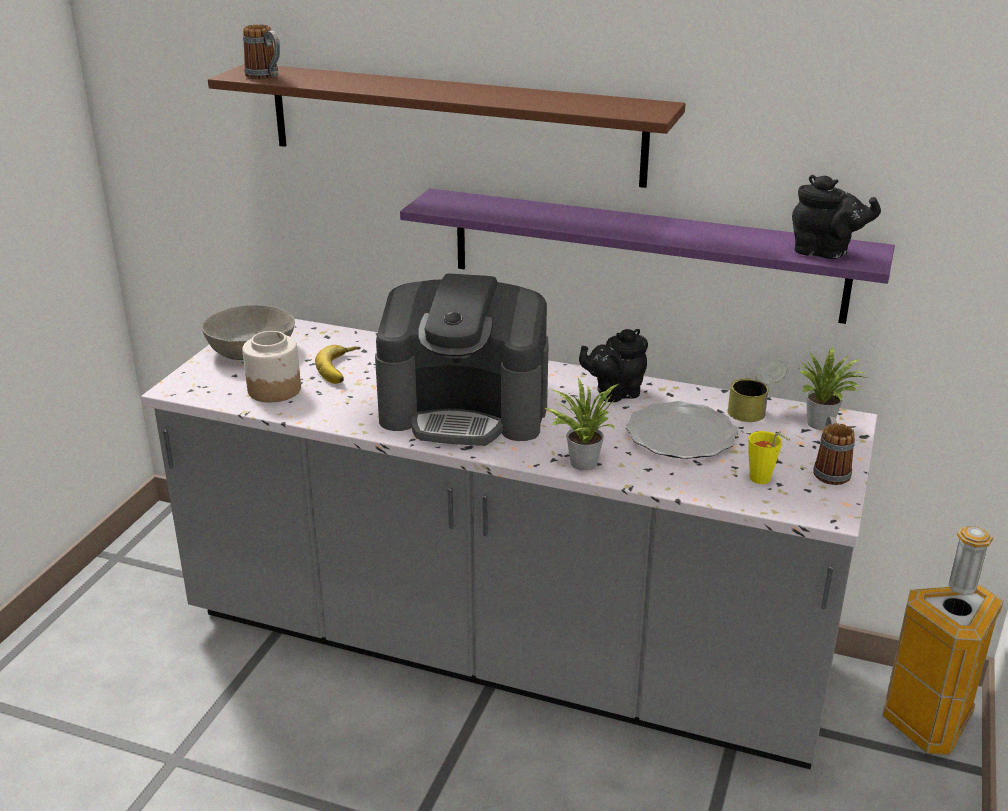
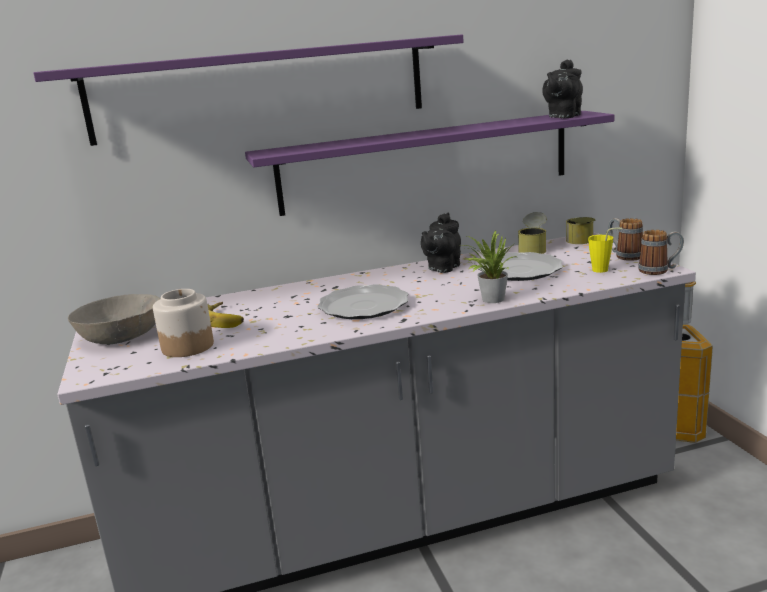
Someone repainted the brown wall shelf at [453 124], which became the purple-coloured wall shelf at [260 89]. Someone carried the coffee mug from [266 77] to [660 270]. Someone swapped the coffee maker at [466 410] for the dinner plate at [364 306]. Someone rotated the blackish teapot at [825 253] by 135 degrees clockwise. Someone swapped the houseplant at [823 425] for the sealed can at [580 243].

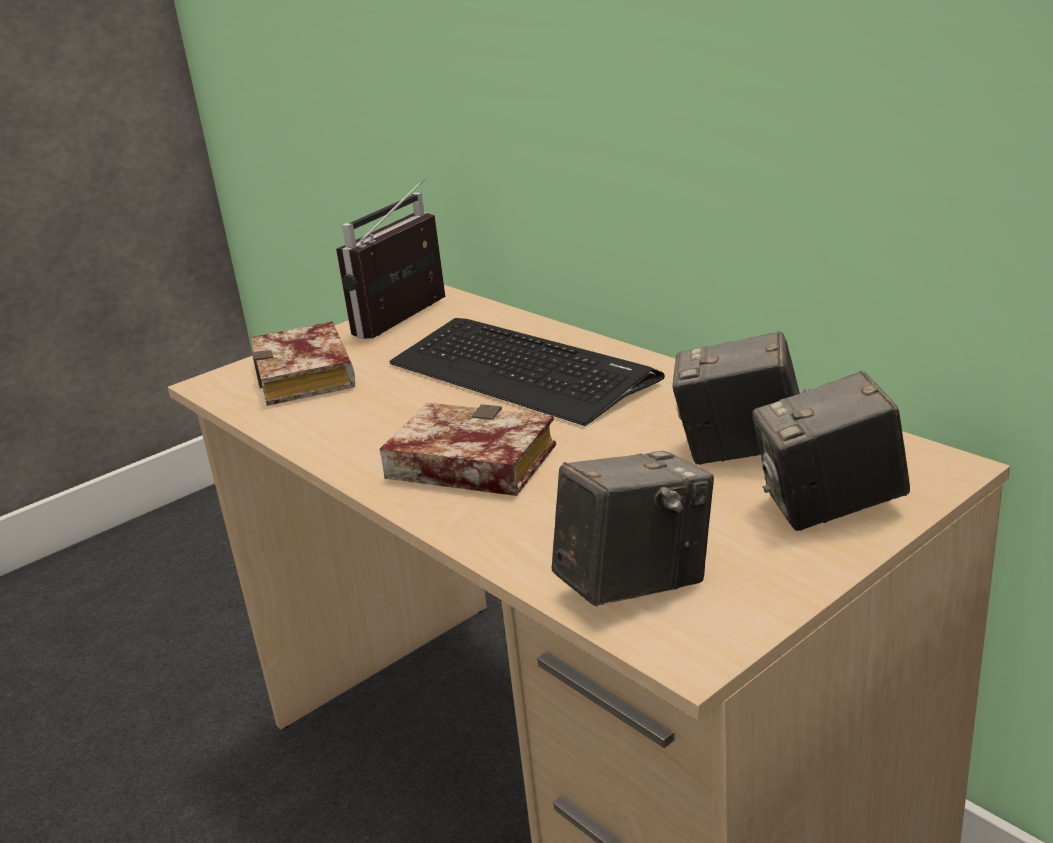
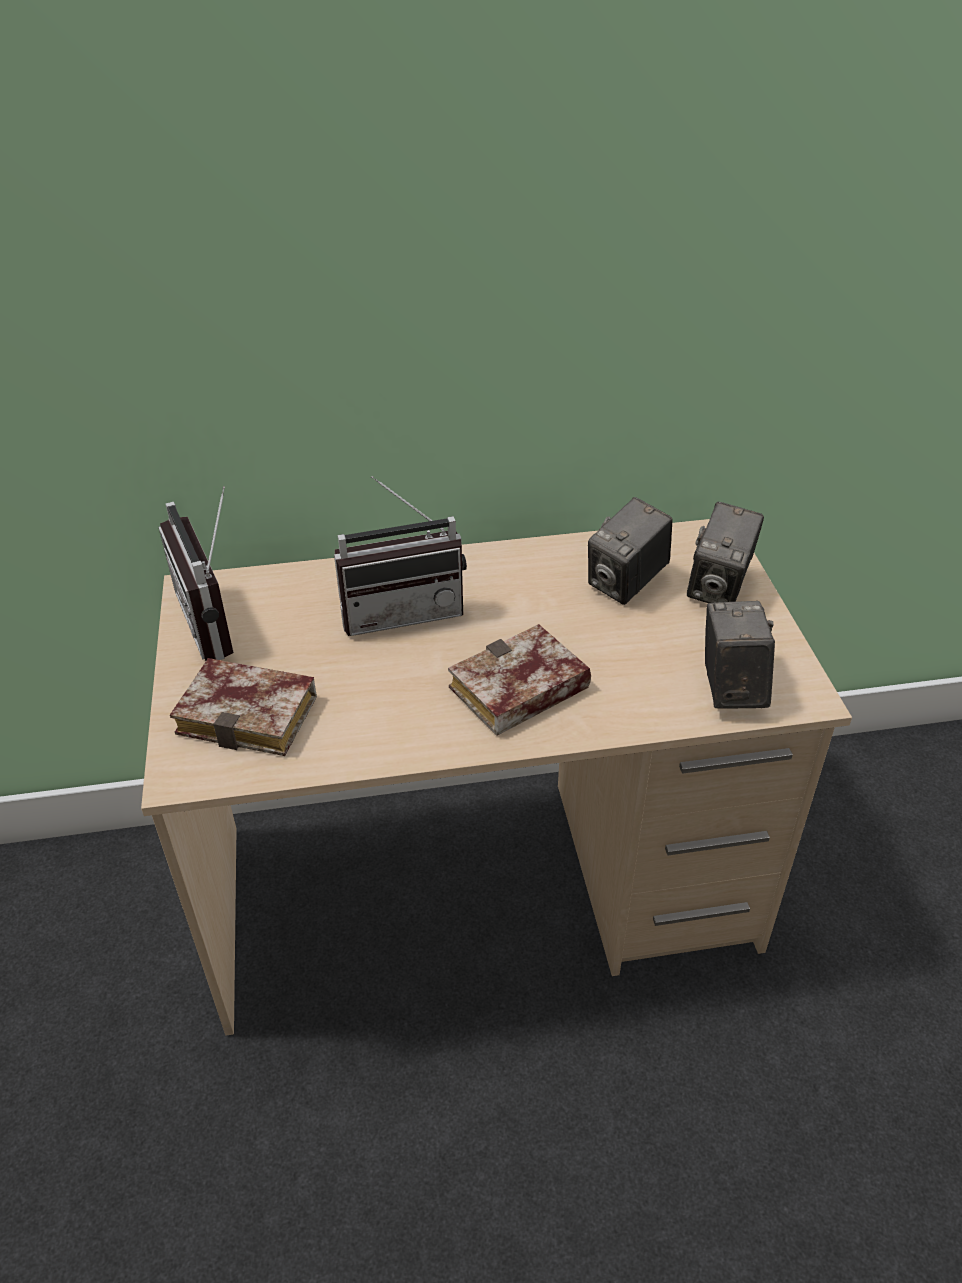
Someone swapped the computer keyboard at [521 372] for the radio set at [402 610].

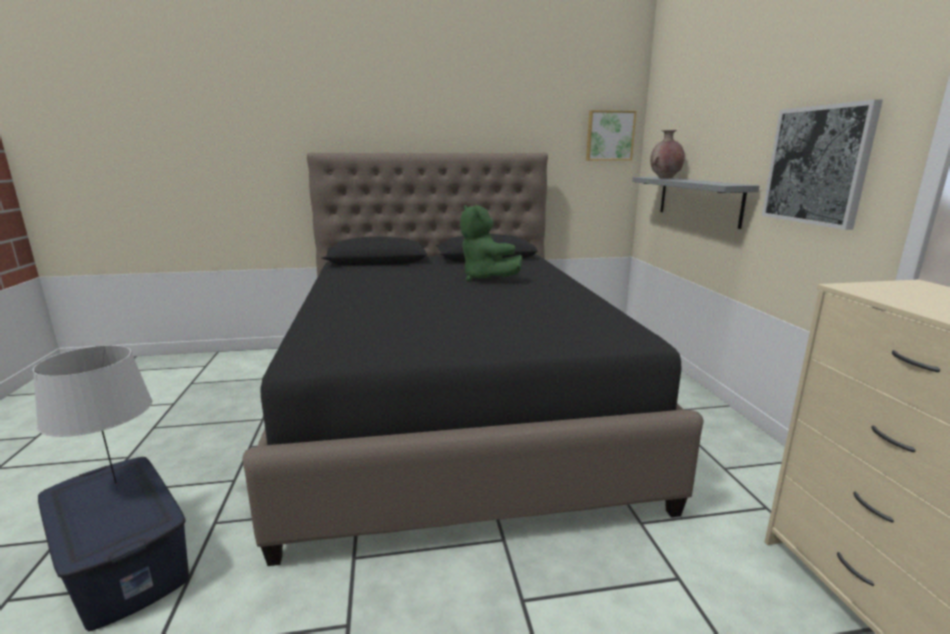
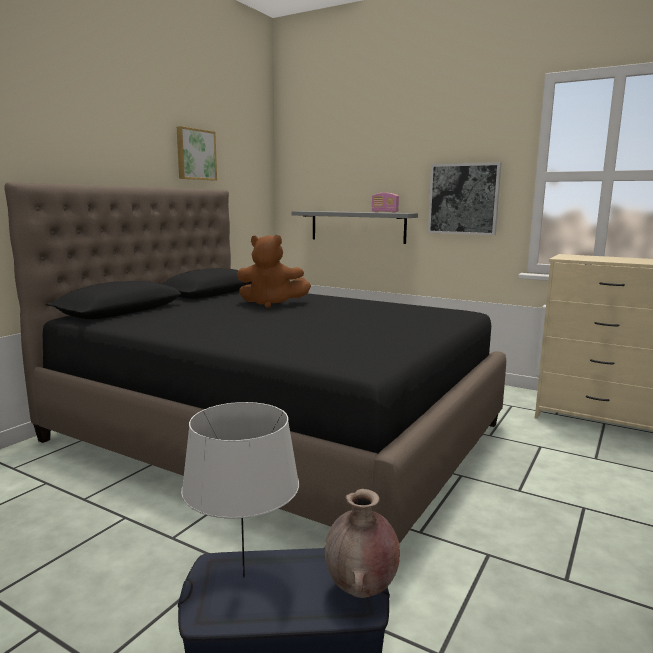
Someone repainted the green-coloured plush toy at [485 278], which became the brown plush toy at [271 304]. Someone carried the wall picture from [609 136] to [195 154]. Someone carried the brown flower vase from [665 178] to [361 590]. Someone put down the radio set at [384 212].

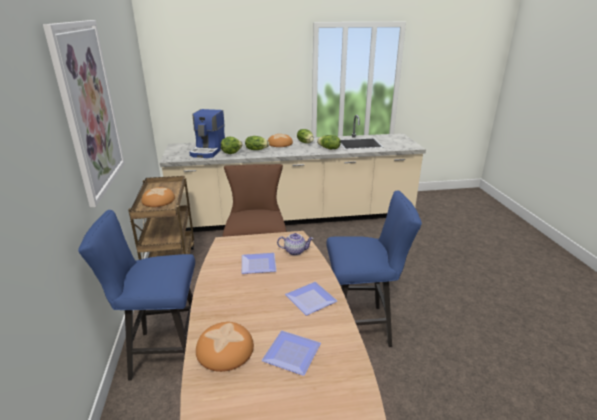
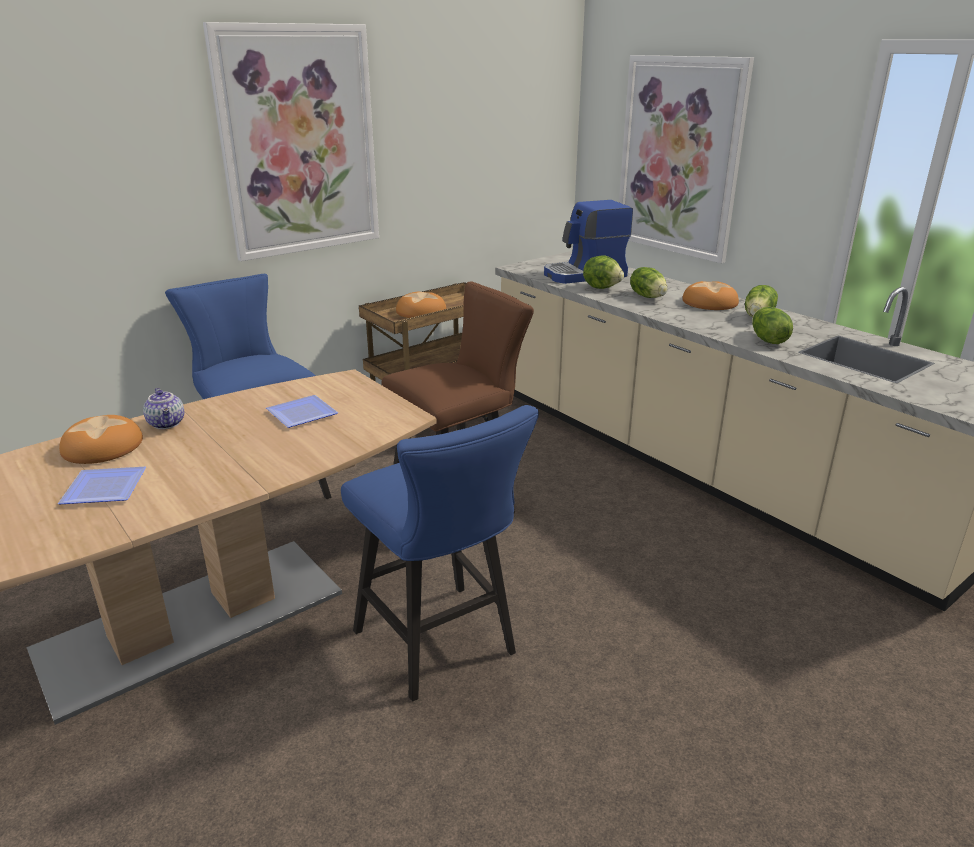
Someone carried the teapot from [295 251] to [167 423]. Someone took away the dinner plate at [311 298]. Someone put up the wall picture at [679 157].

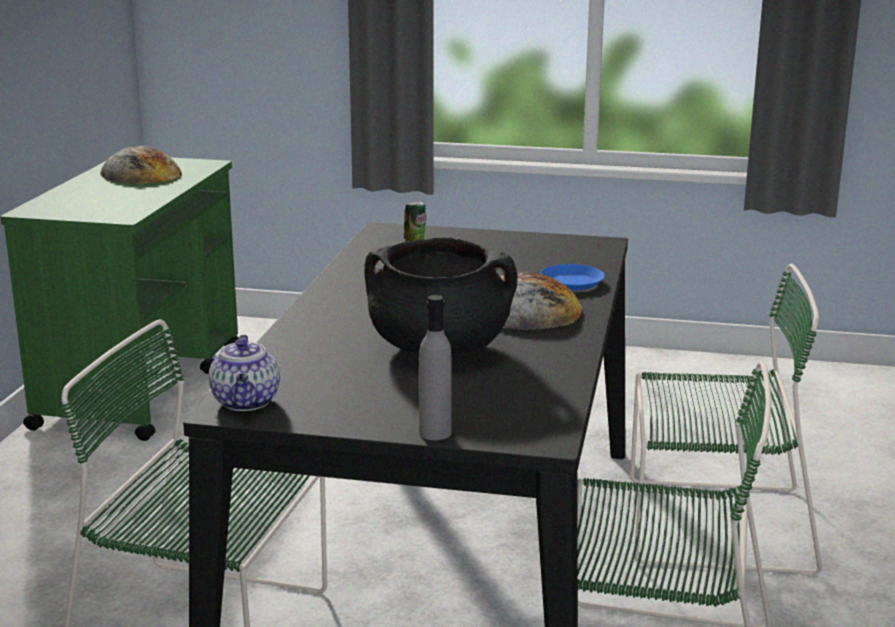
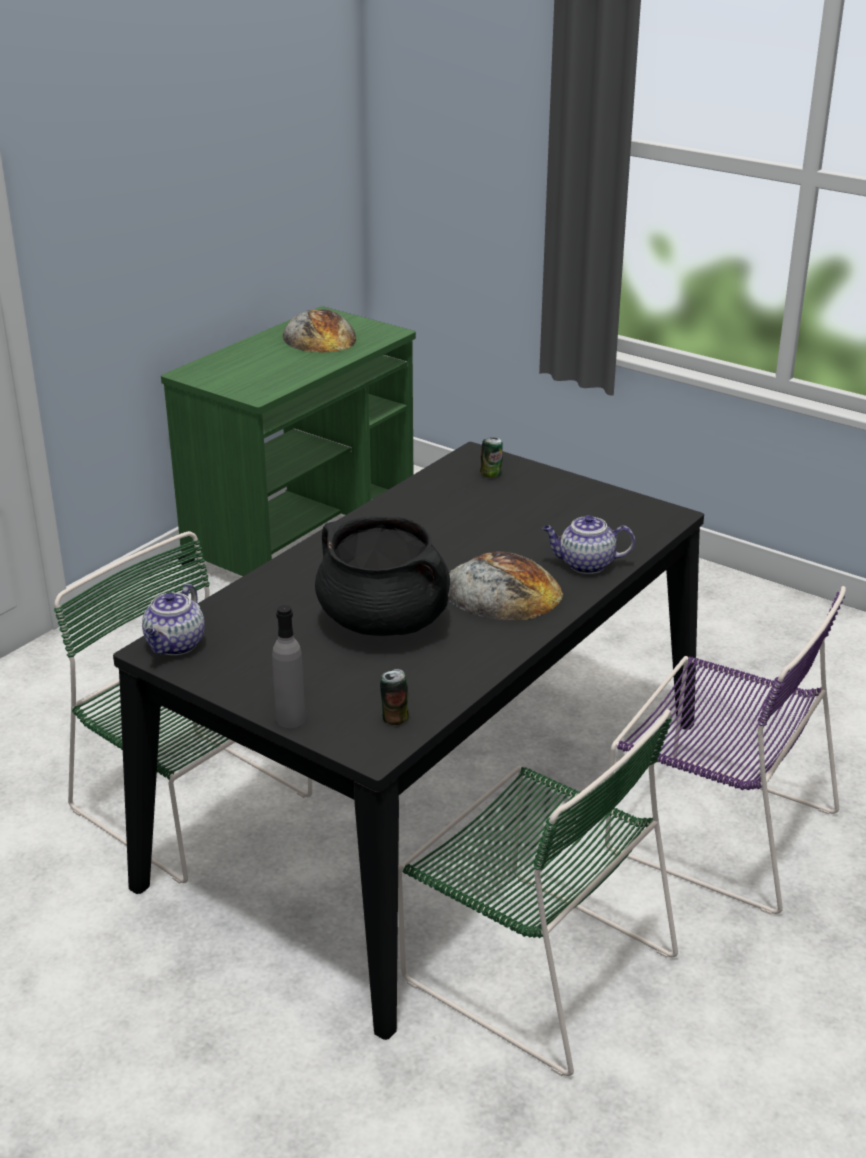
Someone swapped the blue-coloured dinner plate at [572 282] for the teapot at [585 565]. Someone repainted the green-coloured upright chair at [710 525], which became the purple-coloured upright chair at [714 828]. Someone put down the sealed can at [395 717].

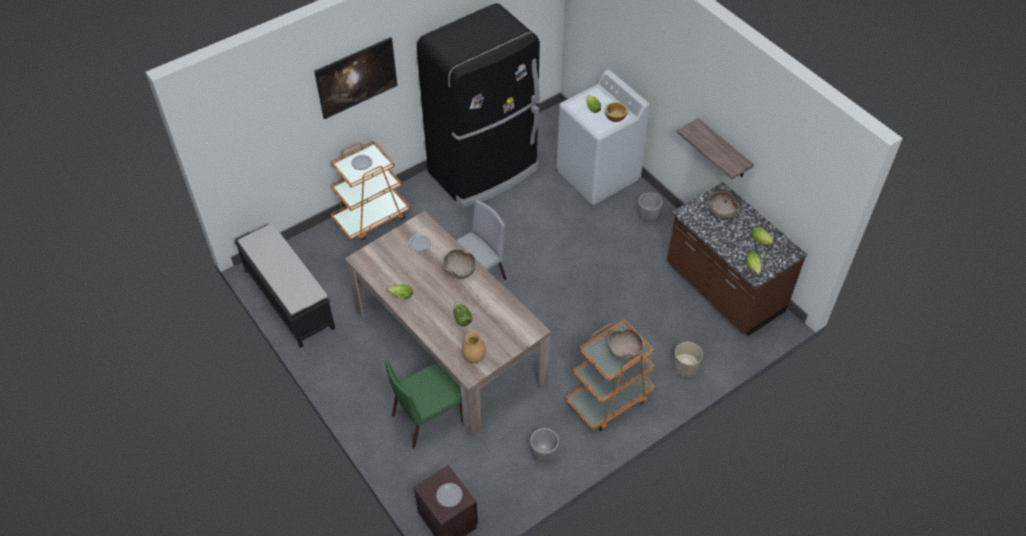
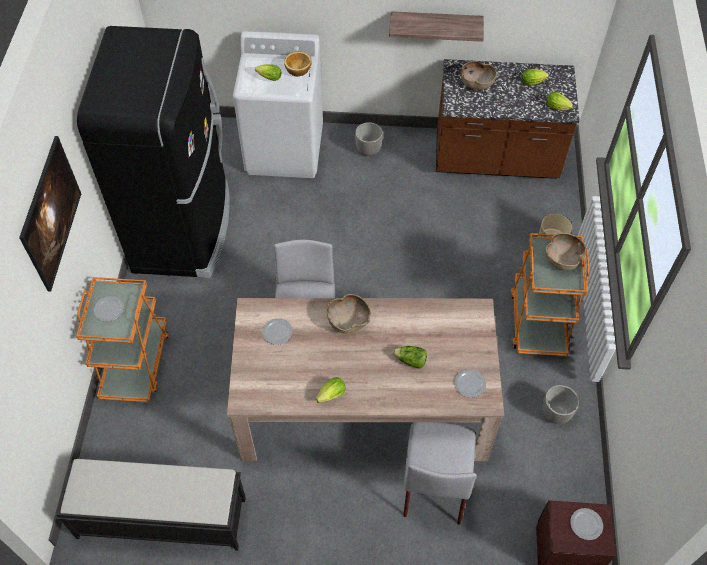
Someone repainted the green-coloured upright chair at [429 417], which became the greyish upright chair at [435 484]. Someone swapped the brown flower vase at [474 358] for the dinner plate at [470 384].

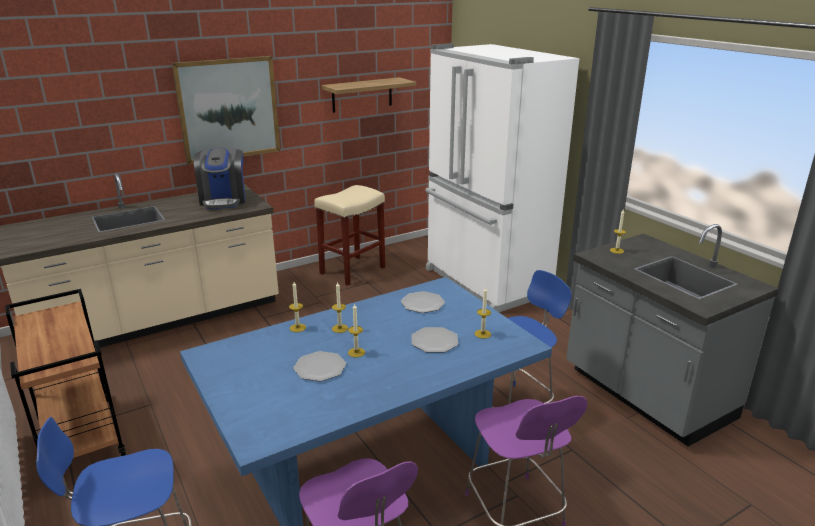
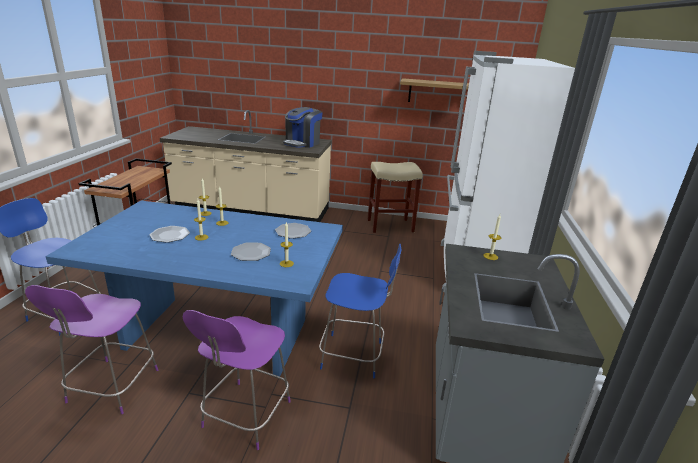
Someone took away the wall picture at [228 109].

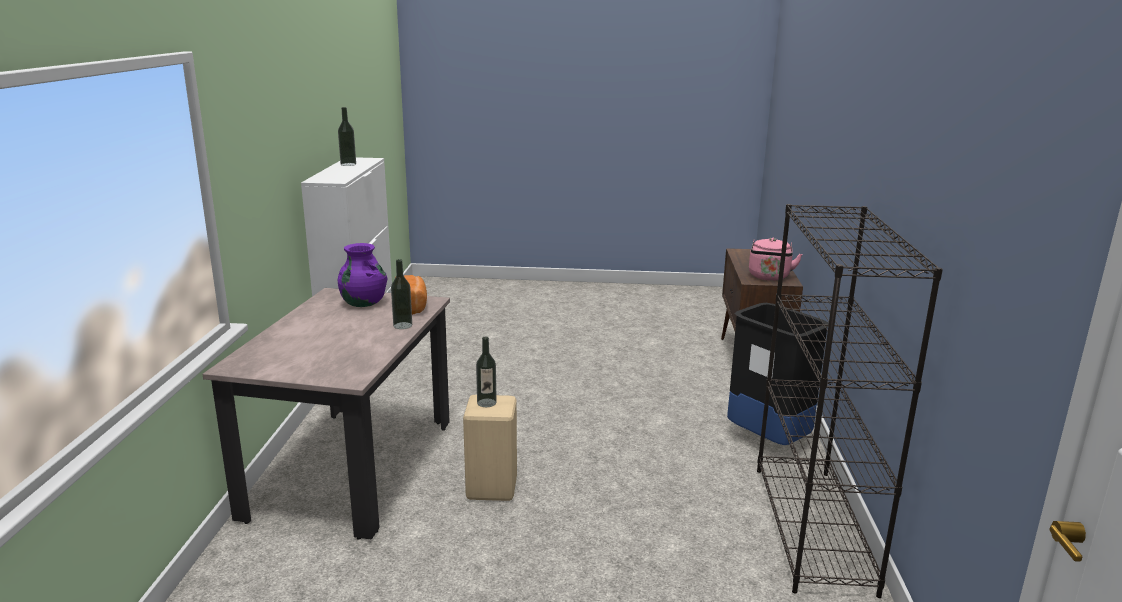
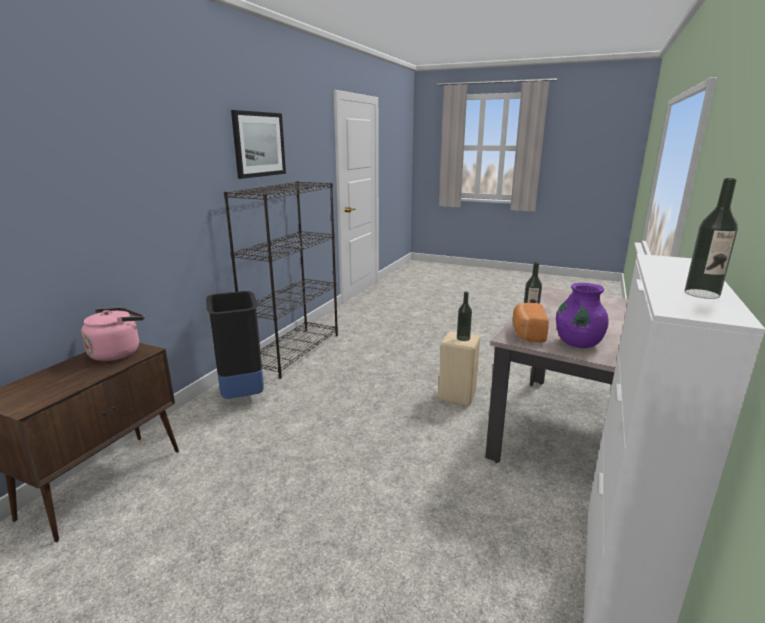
Someone put up the wall picture at [259 144].

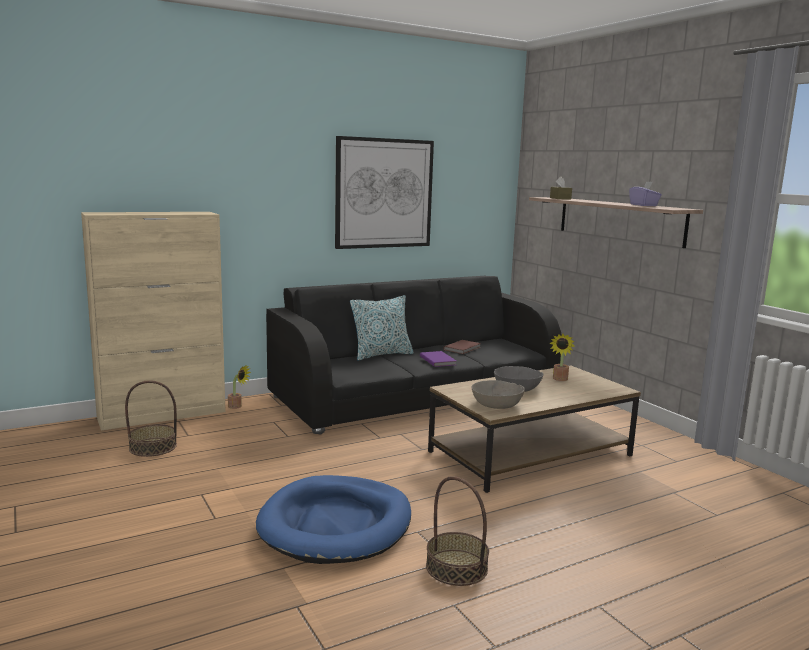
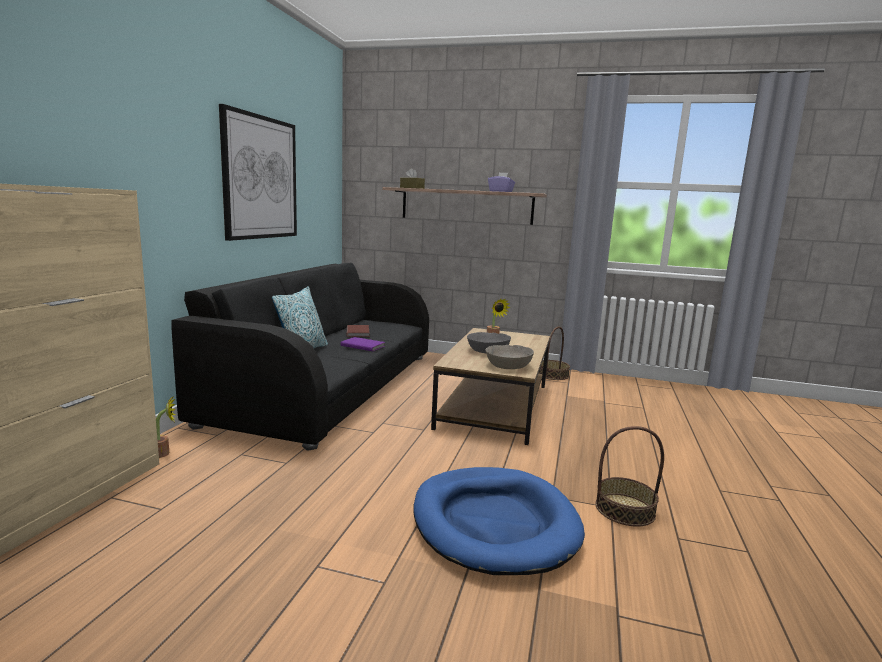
Someone carried the storage basket from [153 447] to [552 375].

